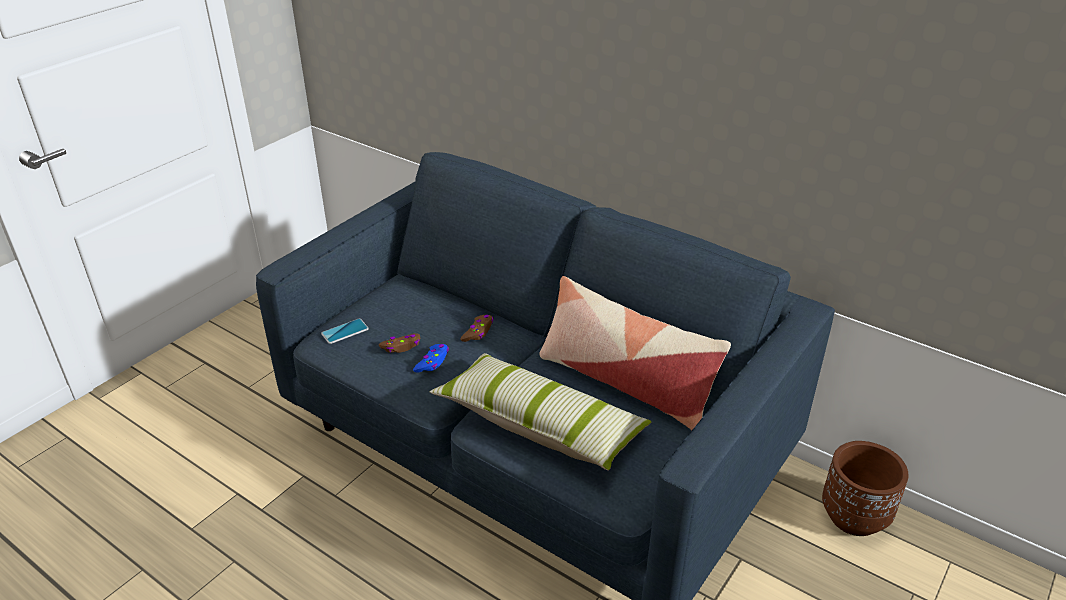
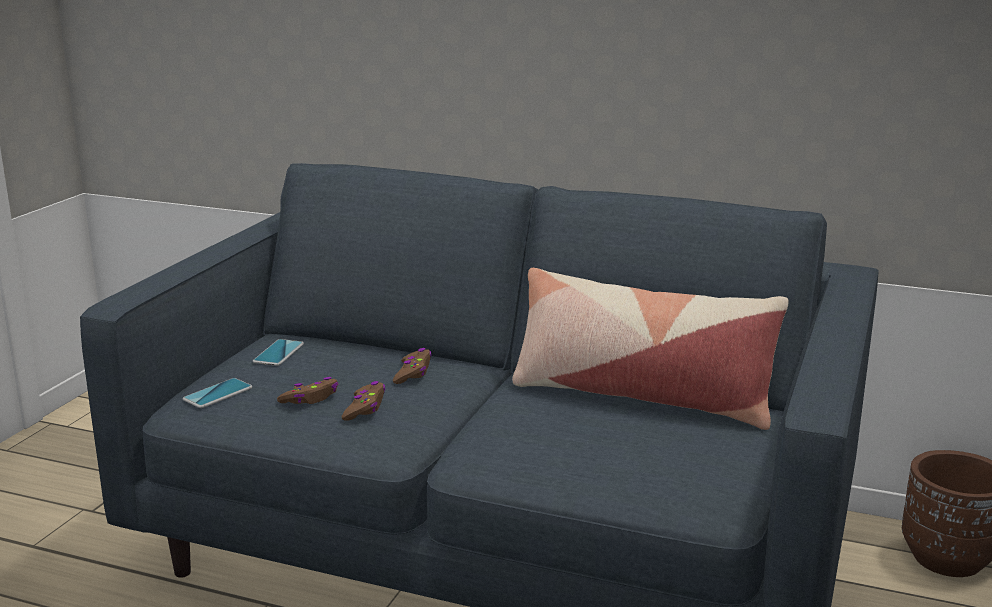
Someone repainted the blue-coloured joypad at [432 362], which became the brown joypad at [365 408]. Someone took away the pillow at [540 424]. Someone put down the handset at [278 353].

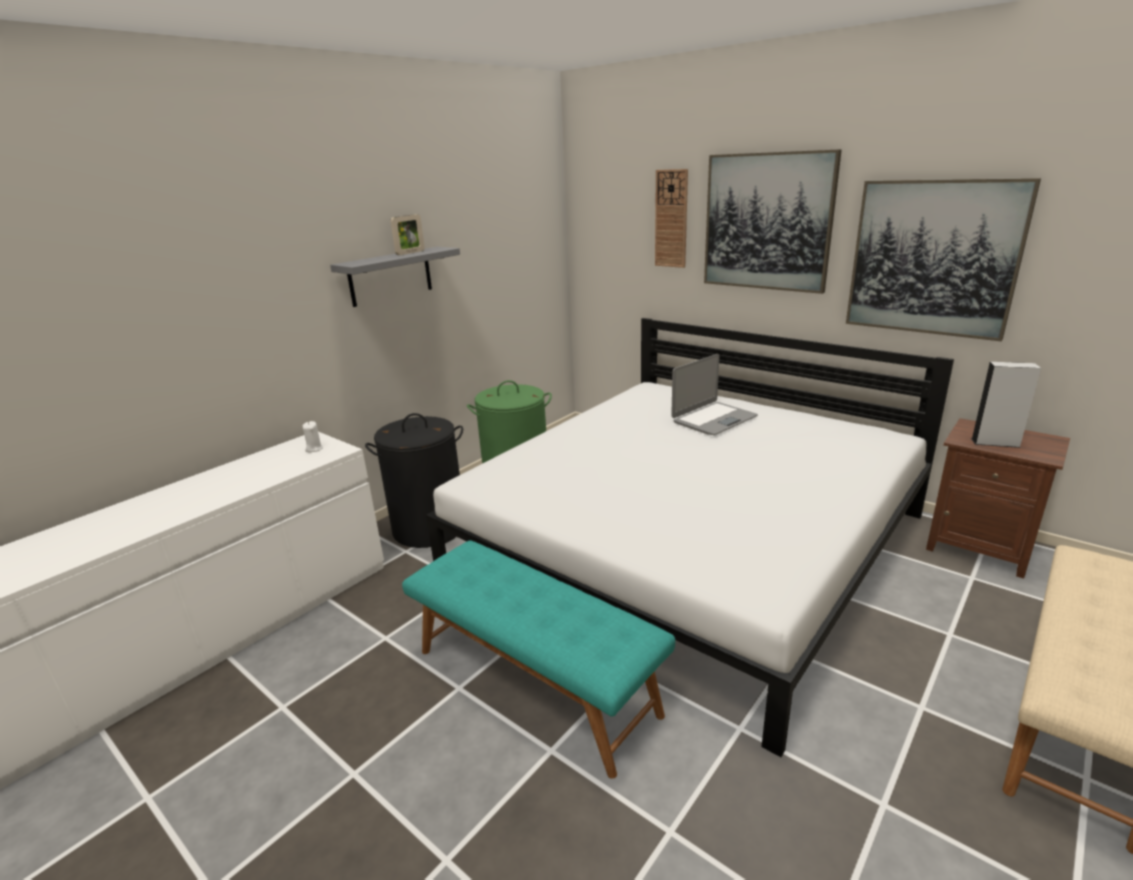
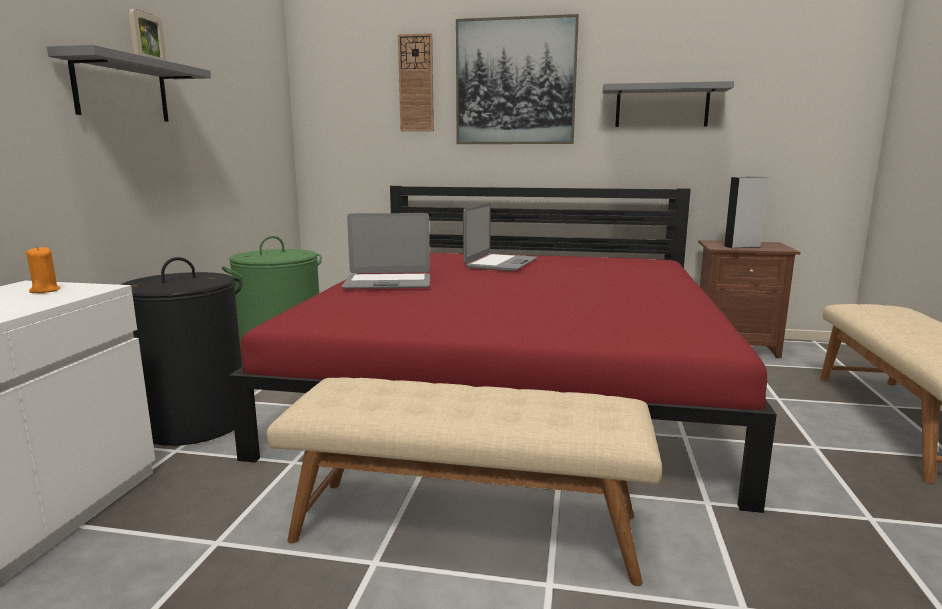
Someone repainted the white-coloured candle at [314 449], which became the orange candle at [44 290]. Someone repainted the turquoise-coloured long seat at [535 680], which became the sand-coloured long seat at [467 526]. Someone repainted the white-coloured bedroom bed at [688 542], which became the red bedroom bed at [514 382]. Someone swapped the wall picture at [933 258] for the greyish wall shelf at [662 106]. Someone put down the laptop at [388 283].

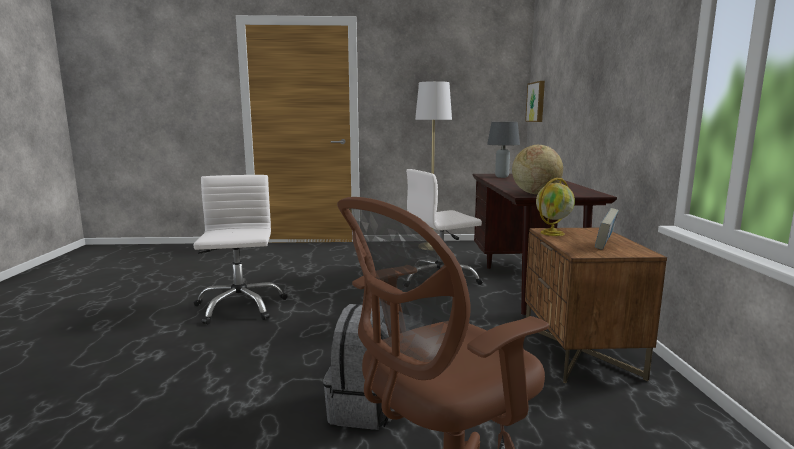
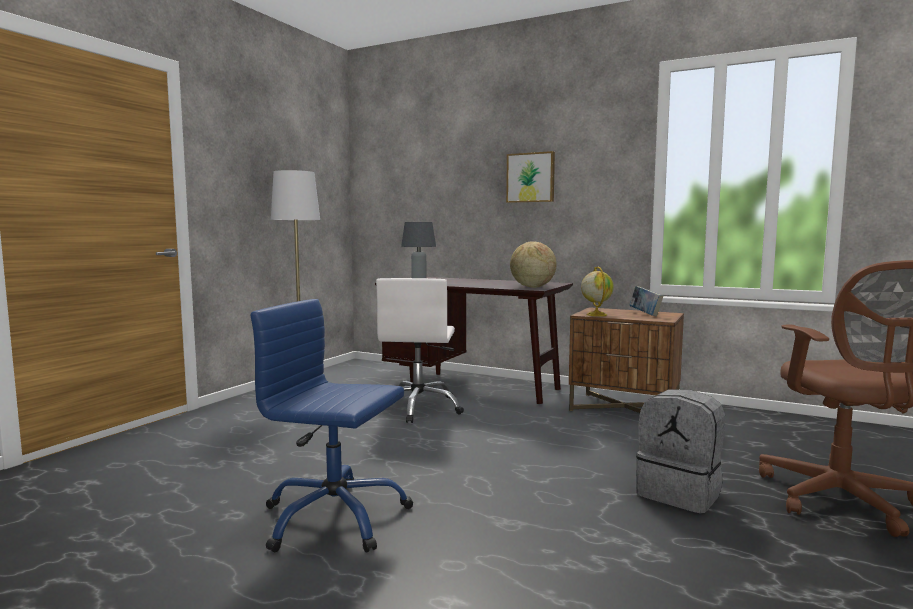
Someone repainted the white-coloured office chair at [239 306], which became the blue-coloured office chair at [334 518]. Someone carried the wall picture from [537 102] to [531 178].

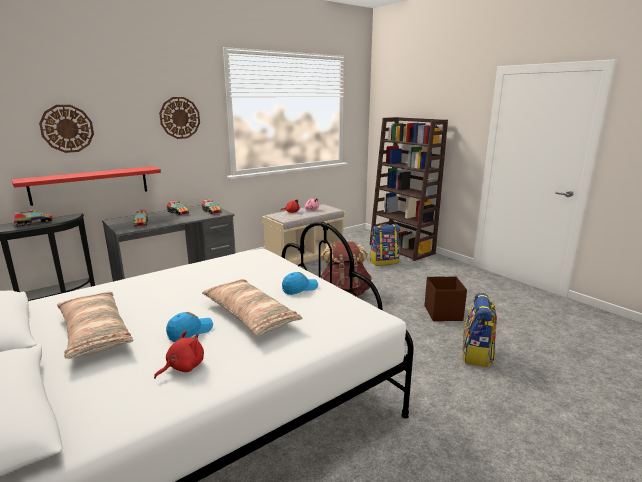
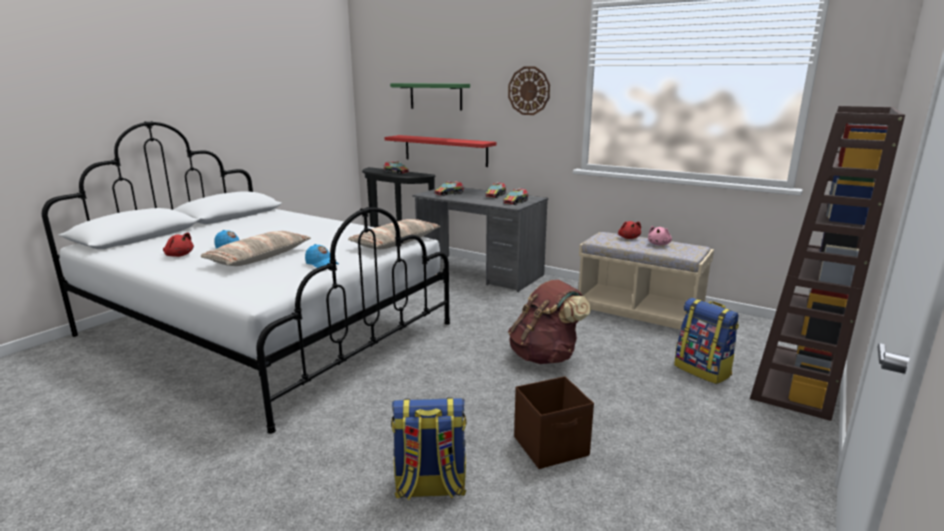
Someone swapped the hanging clock at [67 128] for the green-coloured wall shelf at [436 96]. Someone carried the pillow from [94 333] to [395 243].

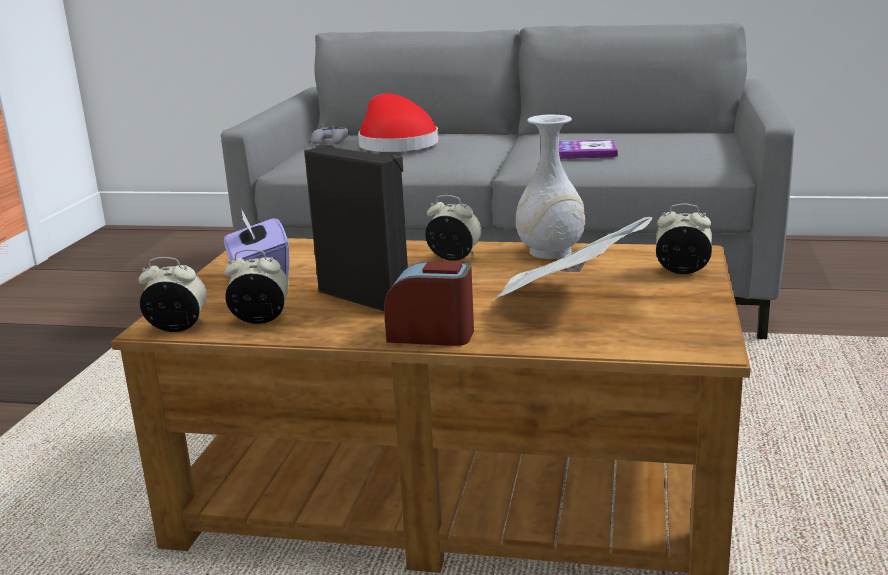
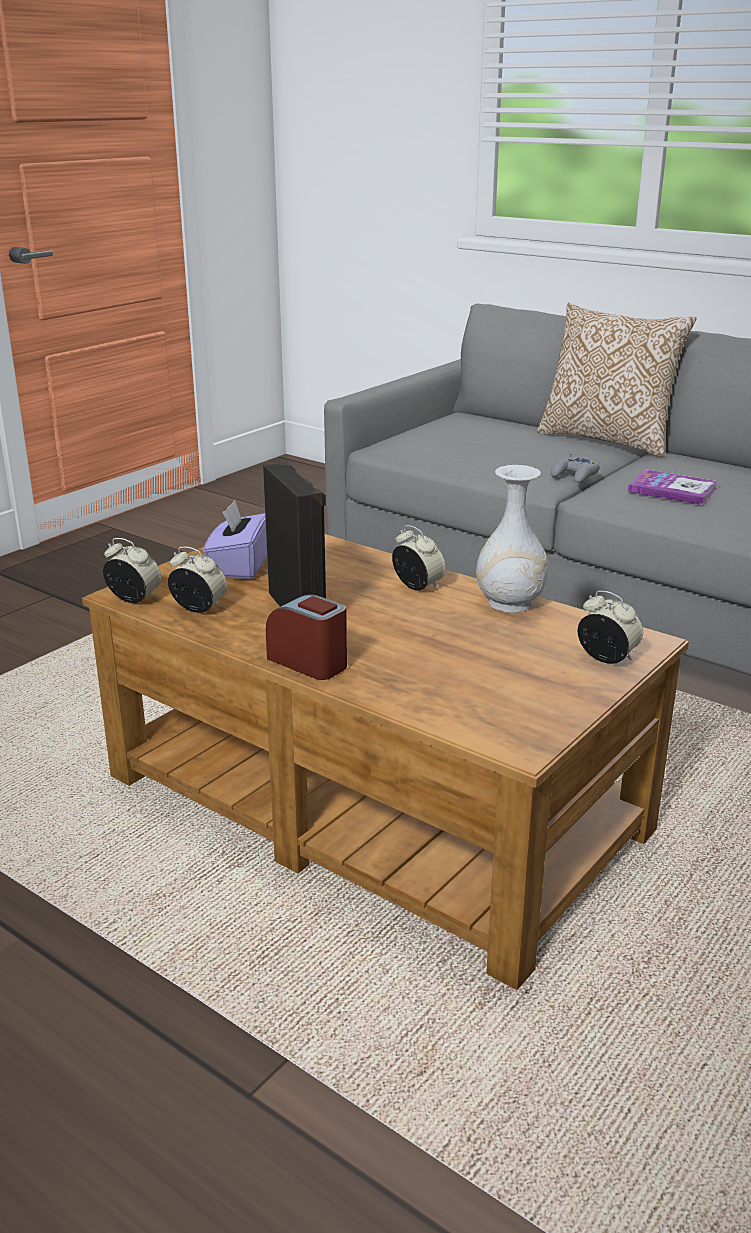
Someone carried the greyish joypad from [331 141] to [575 475]. Someone took away the red hat at [395 145]. Someone took away the daily paper at [567 300]. Someone put down the pillow at [608 439].

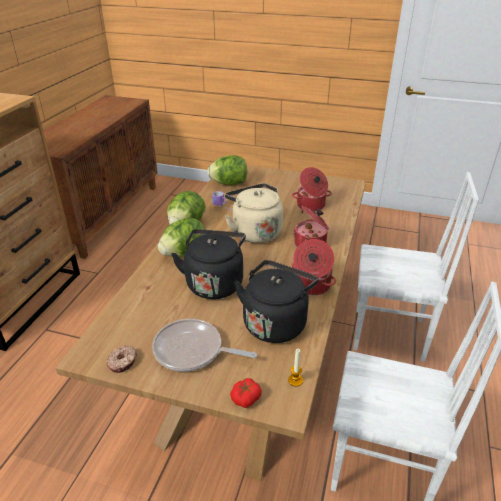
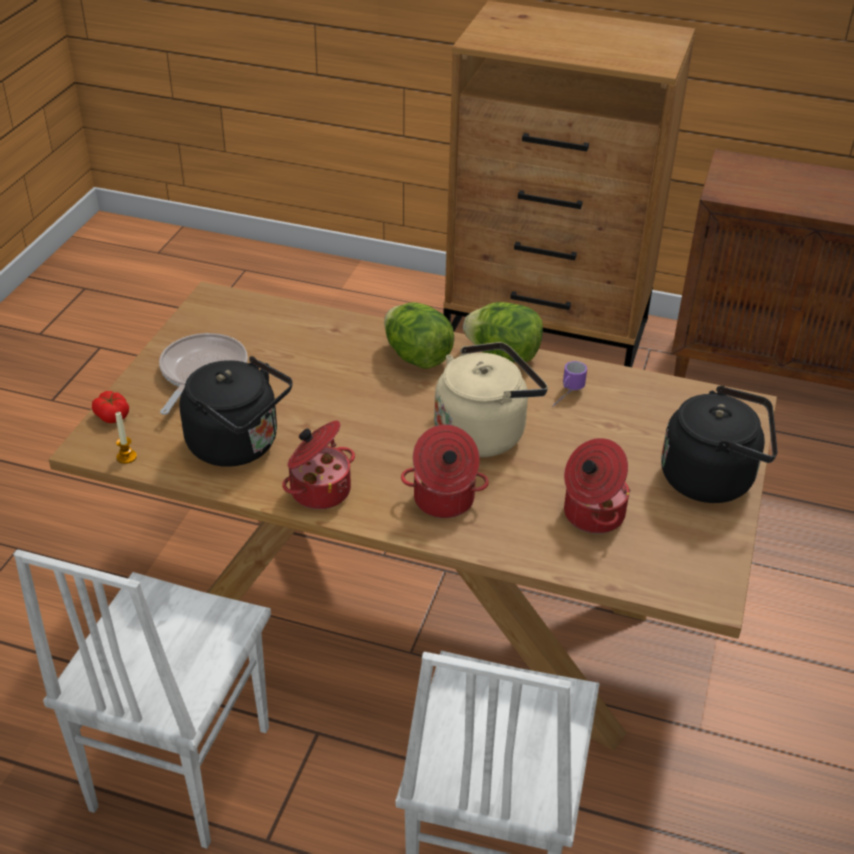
Someone took away the ring doughnut at [123 362]. Someone carried the blackish kettle from [214 282] to [713 478]. Someone took away the lettuce head at [229 183].

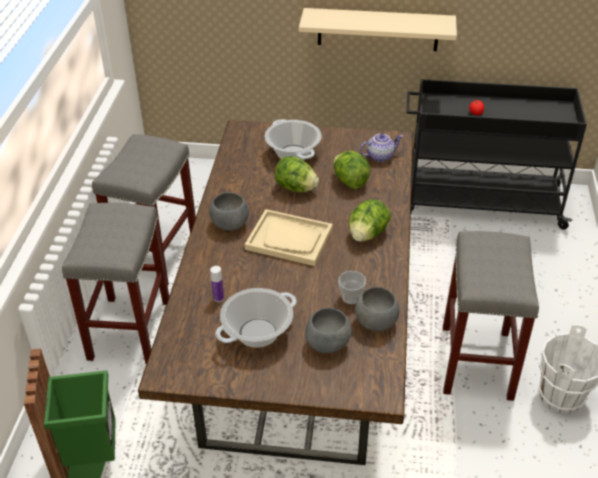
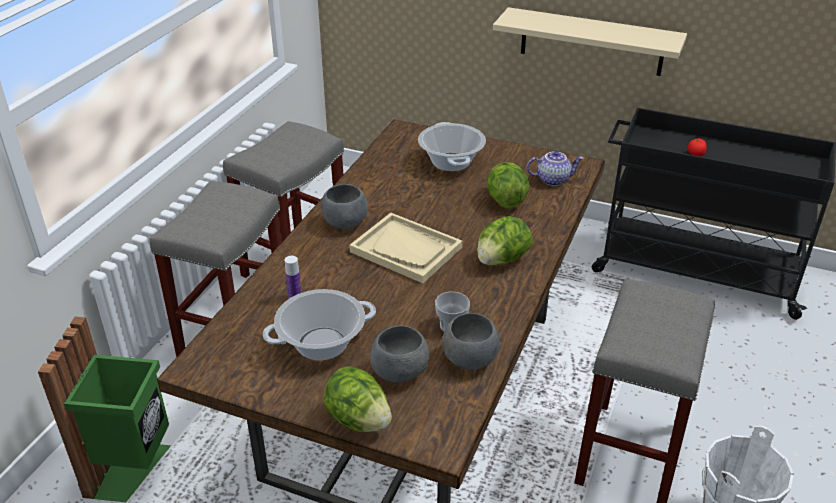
Someone carried the lettuce head from [296 188] to [358 420].

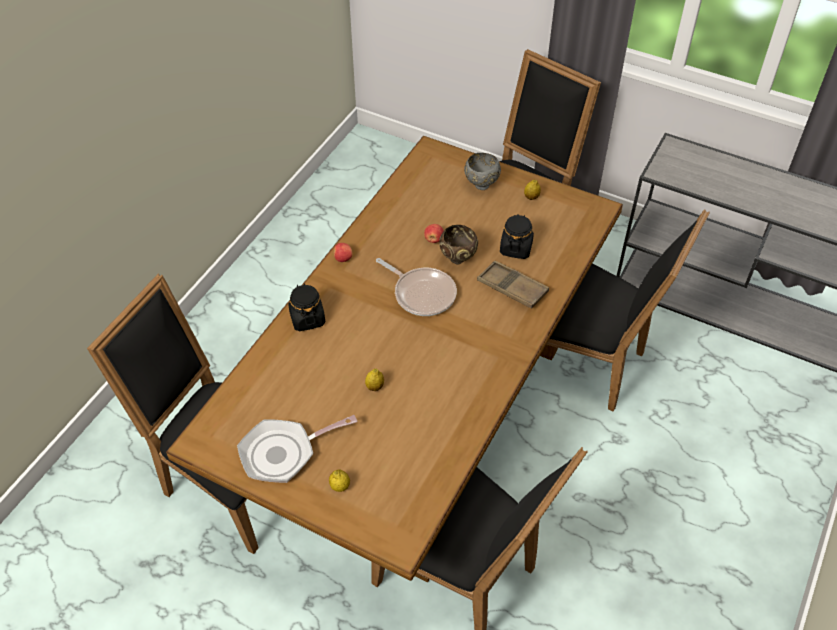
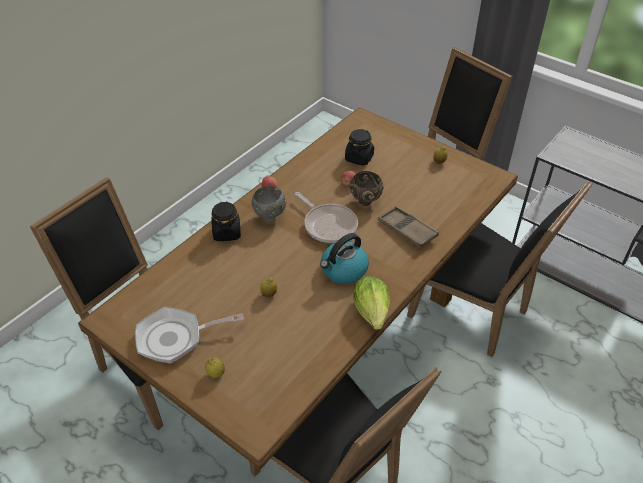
Someone carried the greyish deep dish from [480 186] to [269 217]. Someone carried the blackish storage jar from [515 248] to [359 158]. Someone put down the kettle at [343 270]. Someone put down the lettuce head at [372 311].

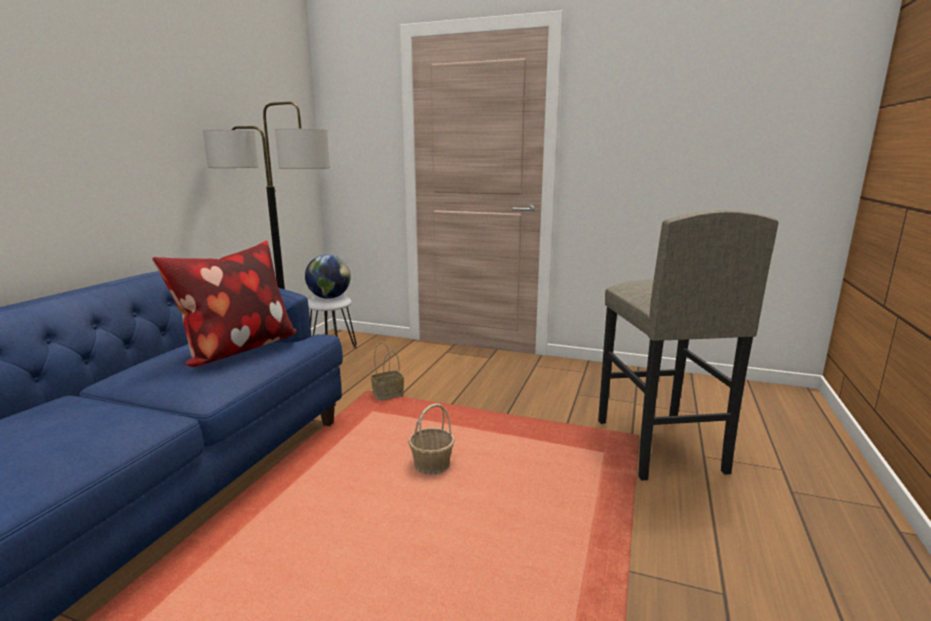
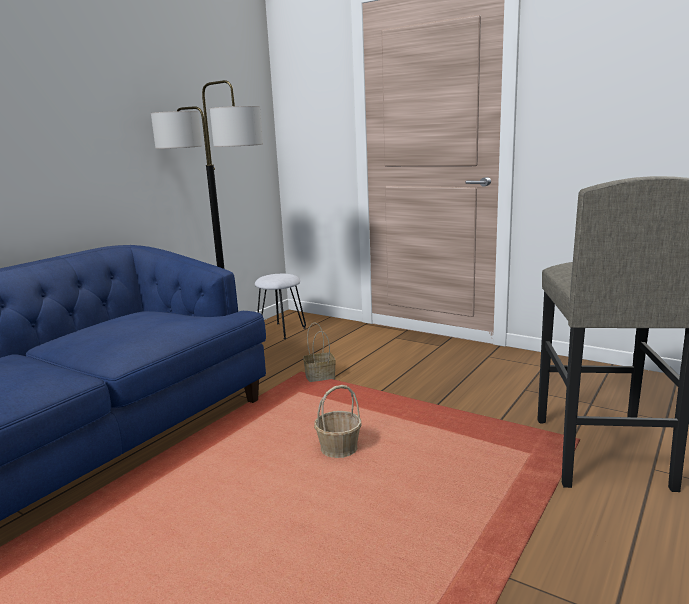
Someone took away the pillow at [237 350]. Someone took away the world globe at [329 297].

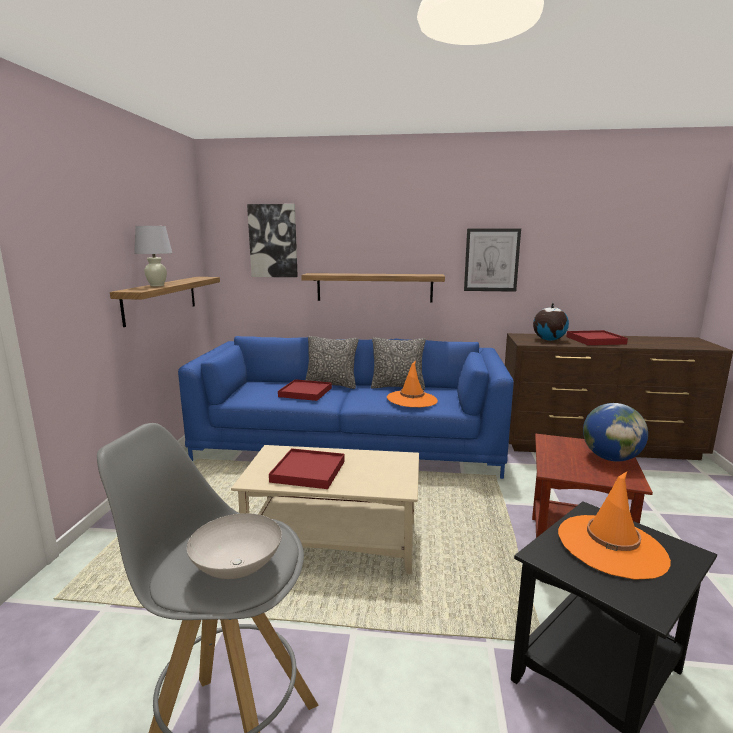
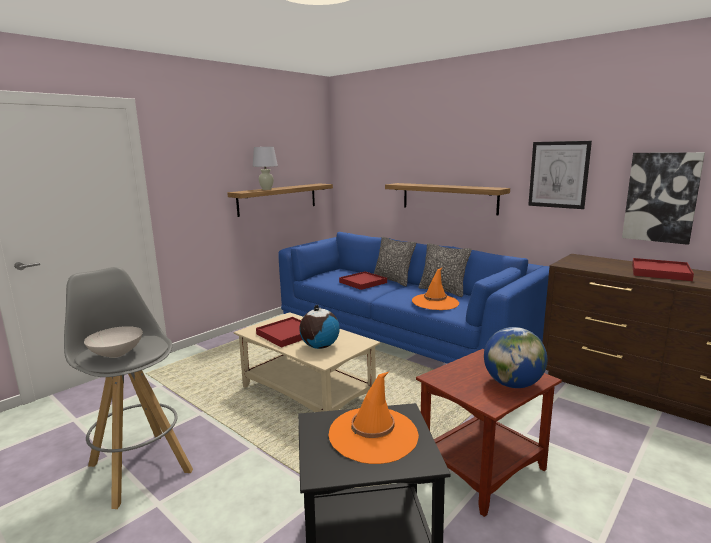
Someone carried the wall picture from [273 241] to [661 197]. Someone carried the world globe from [548 340] to [319 346].

